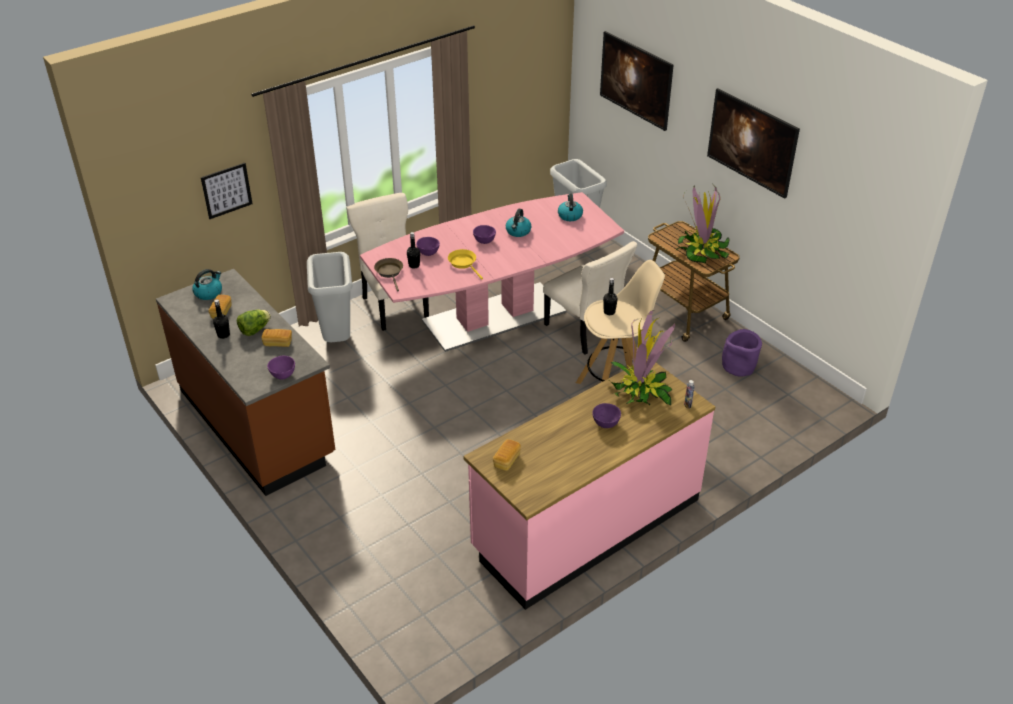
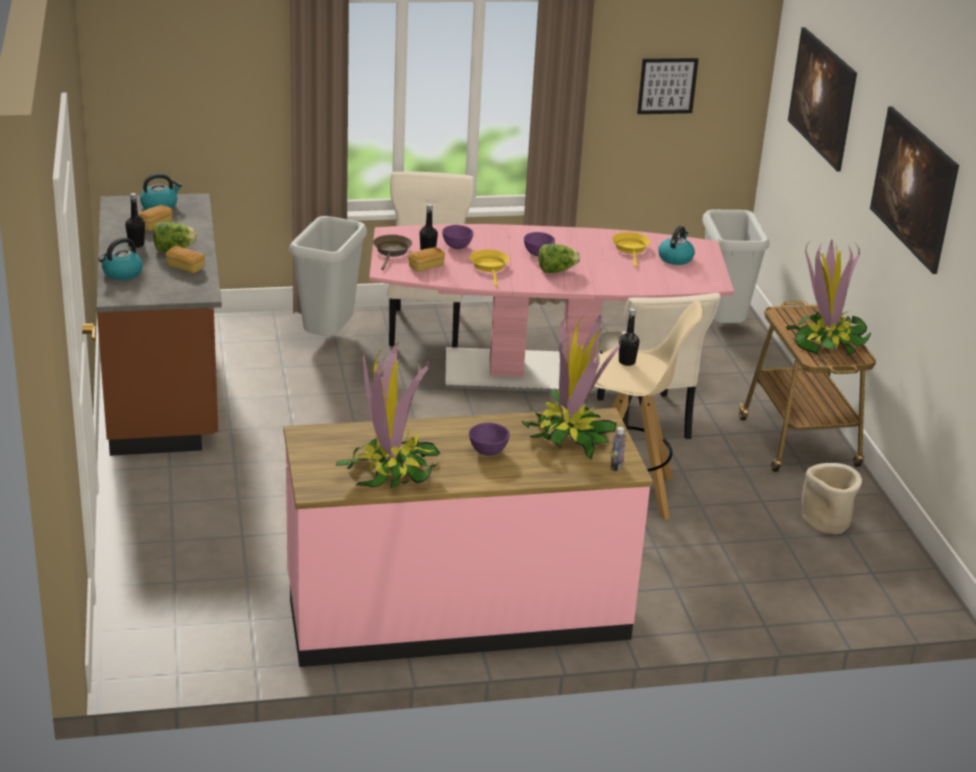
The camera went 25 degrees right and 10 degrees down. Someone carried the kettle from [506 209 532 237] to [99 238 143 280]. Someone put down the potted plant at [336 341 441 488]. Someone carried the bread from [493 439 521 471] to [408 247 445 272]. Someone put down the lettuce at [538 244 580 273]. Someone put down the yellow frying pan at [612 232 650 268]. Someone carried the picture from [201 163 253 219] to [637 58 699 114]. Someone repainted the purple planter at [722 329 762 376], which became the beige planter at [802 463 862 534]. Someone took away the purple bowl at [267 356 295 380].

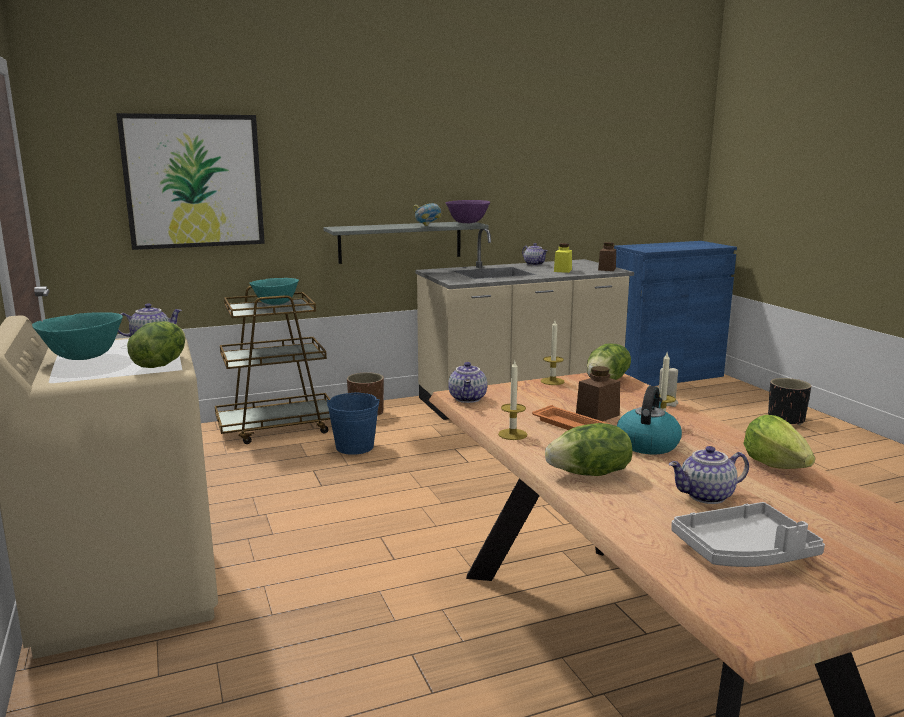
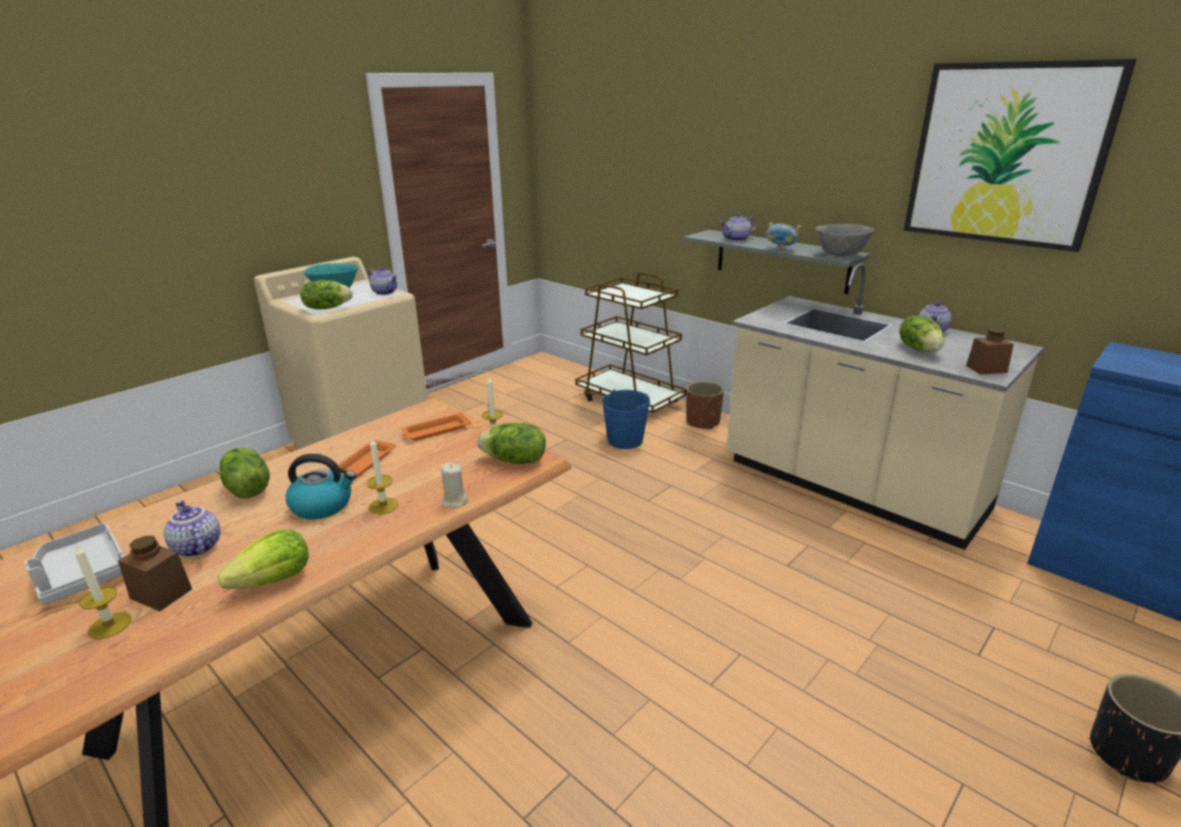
The camera went 65 degrees right and 10 degrees up. Someone carried the candle from [498 359 527 440] to [75 544 131 639]. Someone carried the brown jar from [576 366 620 421] to [118 536 192 611]. Someone put down the orange tray at [401 412 471 441]. Someone carried the teapot from [448 362 487 403] to [720 213 756 241]. Someone repainted the purple bowl at [446 200 490 223], which became the grey bowl at [815 224 874 256]. Someone swapped the yellow jar at [554 243 572 273] for the lettuce at [899 315 944 352]. Someone carried the picture from [116 113 265 250] to [903 59 1136 252]. Someone took away the turquoise bowl at [249 278 299 305].

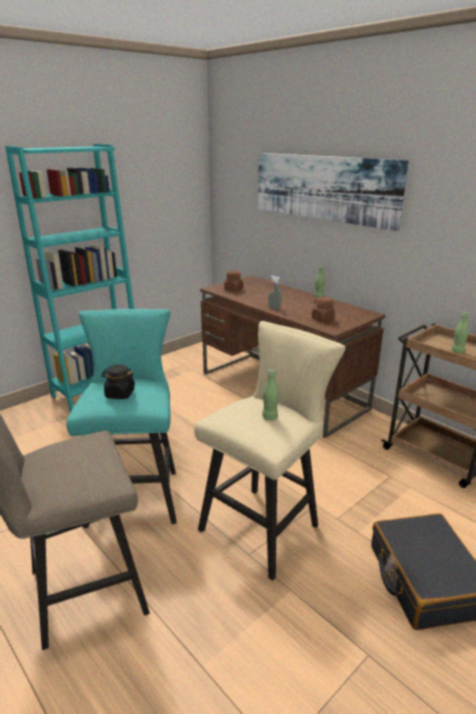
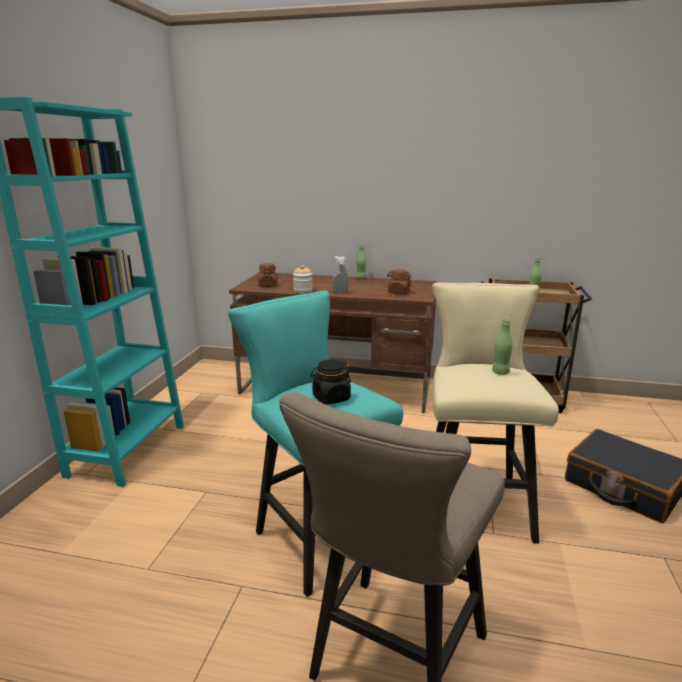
The camera went 35 degrees left and 5 degrees down. Someone put down the jar at [293 265 313 293]. Someone took away the picture at [258 153 409 231].

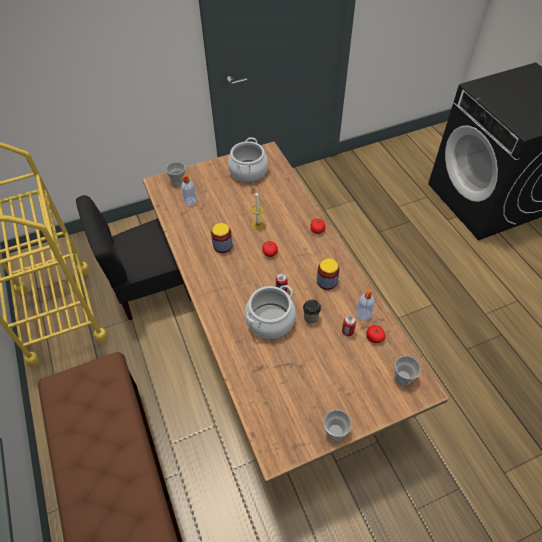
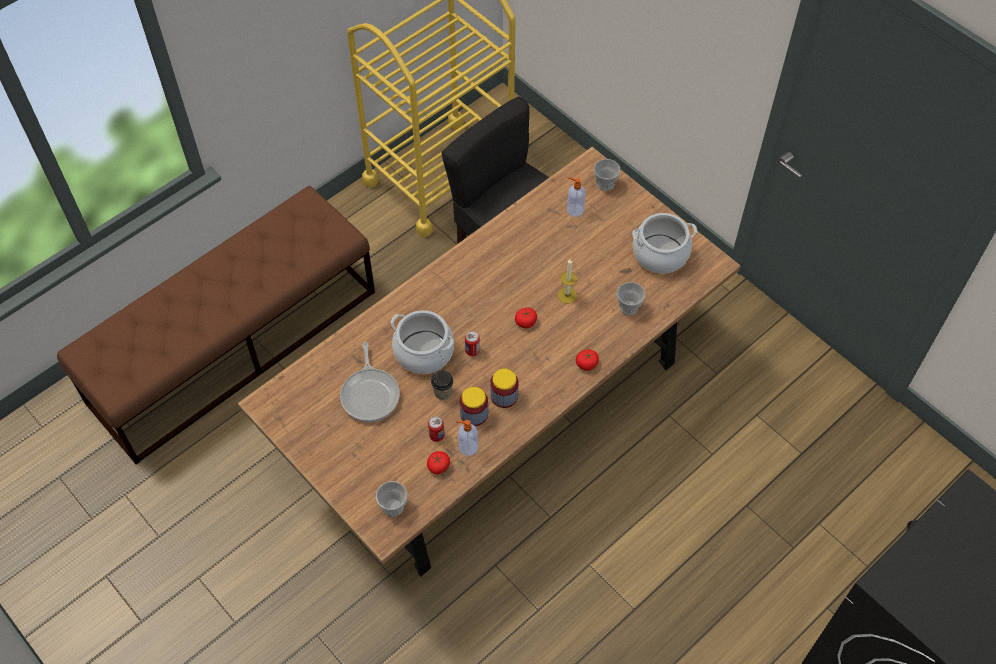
The camera went 70 degrees right and 5 degrees up. Someone put down the frying pan at [340 342 400 422]. Someone carried the jar from [211 223 233 253] to [460 387 488 426]. Someone carried the cup from [324 410 352 441] to [617 282 645 315].

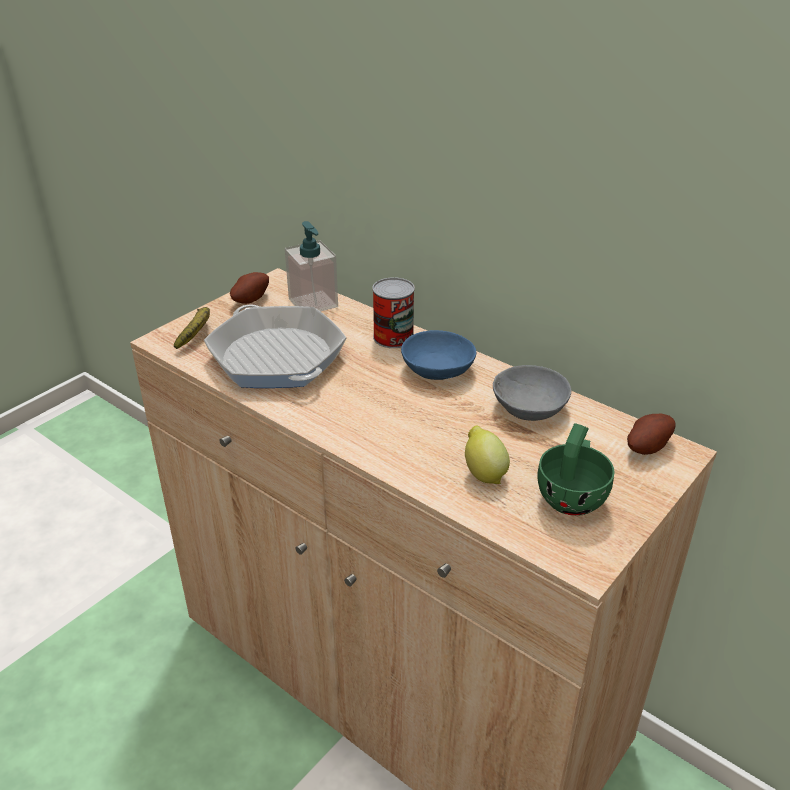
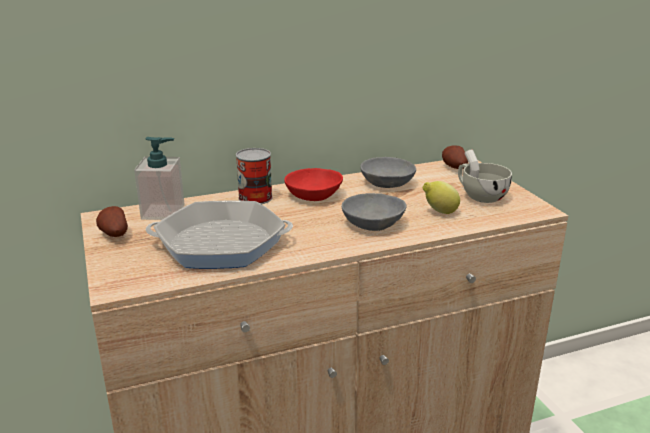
The camera went 60 degrees left and 10 degrees down. Someone repainted the blue bowl at [401 330 476 380], which became the red bowl at [284 168 343 201]. Someone put down the grey bowl at [342 193 407 231]. Someone repainted the green cup at [538 423 614 516], which became the white cup at [458 149 512 203]. Someone took away the banana at [174 307 210 349].

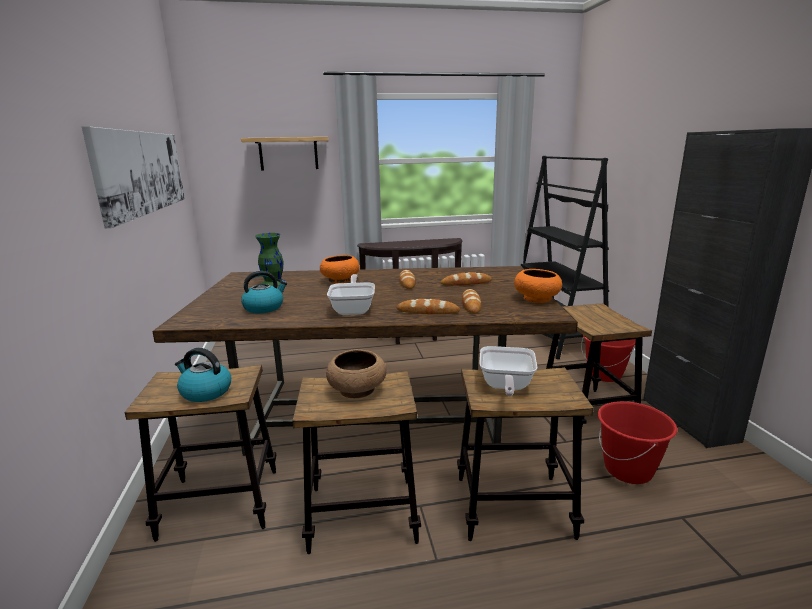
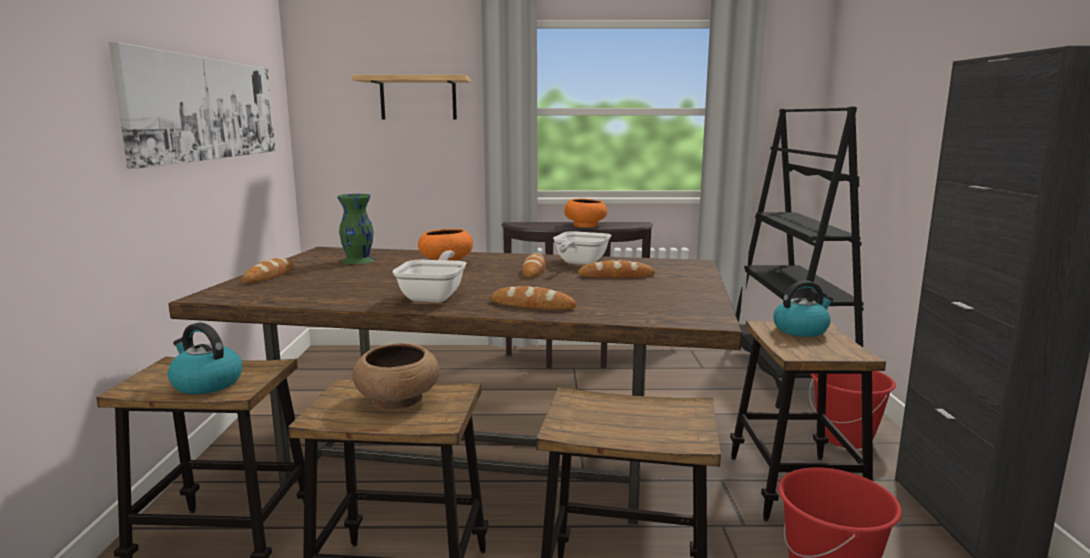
The camera went 10 degrees right and 5 degrees down. Someone carried the bread from [462 289 481 314] to [242 258 294 284]. Someone carried the frying pan from [479 346 537 396] to [553 231 611 265]. Someone carried the orange bowl from [514 269 562 303] to [564 198 607 228]. Someone carried the kettle from [241 271 287 313] to [773 280 834 337].

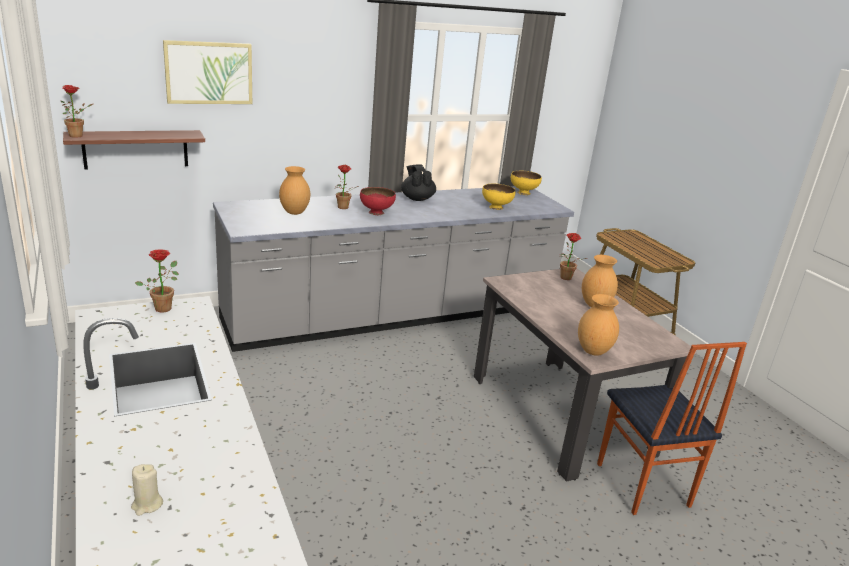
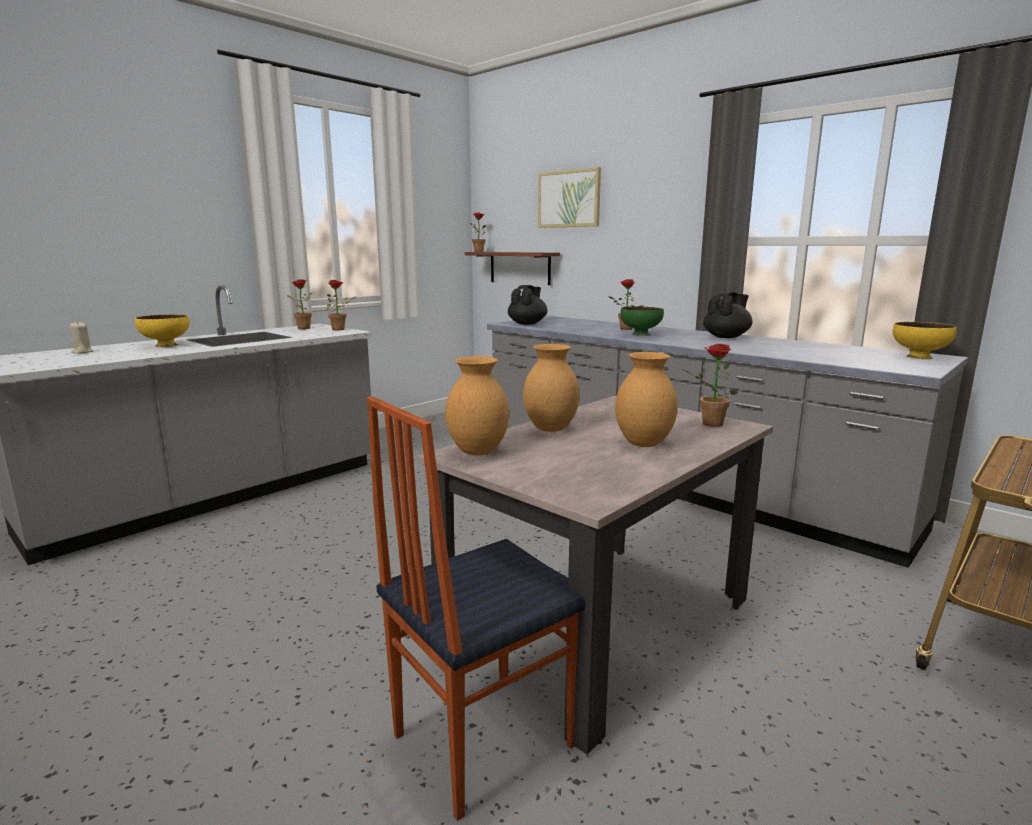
The camera went 70 degrees right and 10 degrees down. Someone carried the yellow bowl from [482 184 516 210] to [135 314 190 347]. Someone put down the potted plant at [286 279 313 329]. Someone put down the black teapot at [508 285 548 325]. Someone carried the brown vase from [279 166 310 215] to [523 344 580 432]. Someone repainted the red bowl at [360 187 396 215], which became the green bowl at [620 306 664 336].

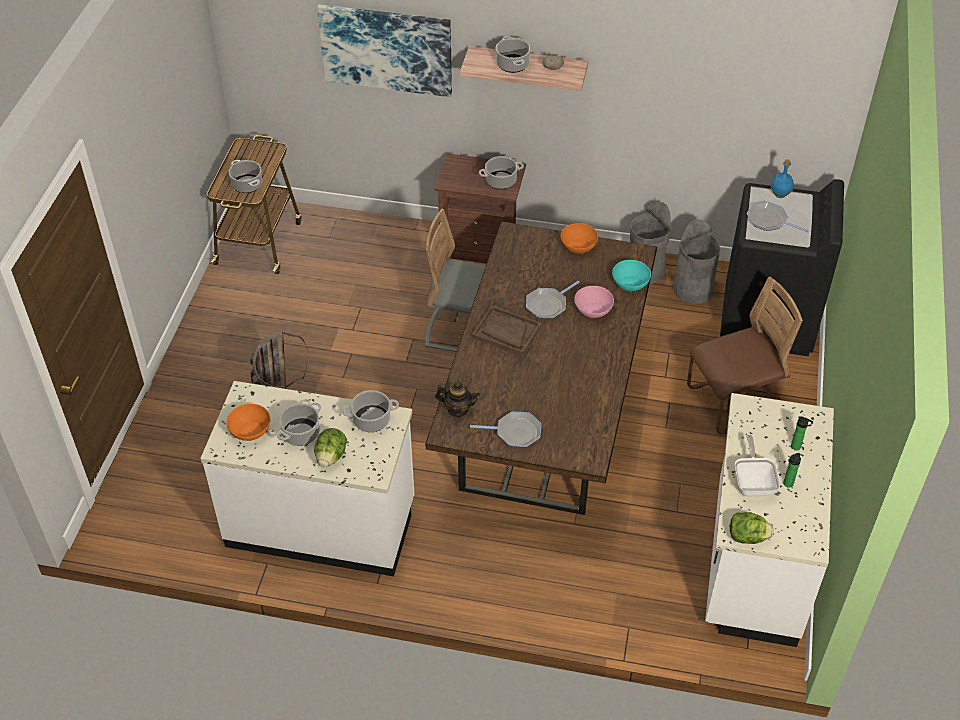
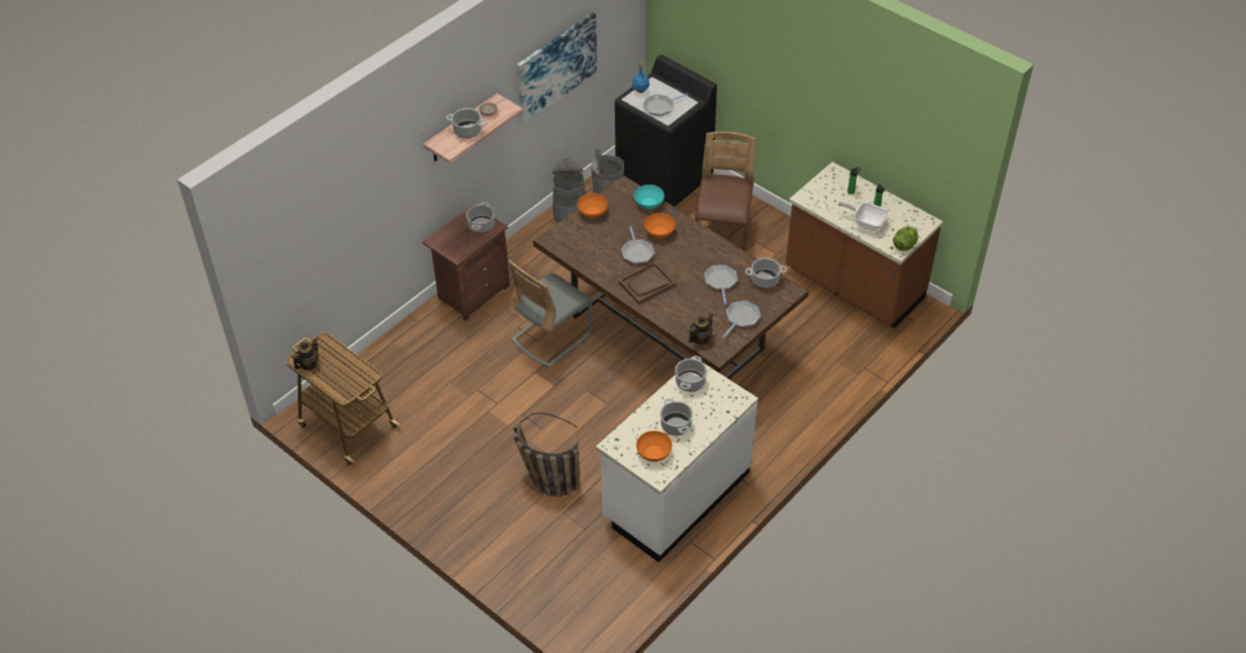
The camera went 60 degrees left and 0 degrees up. Someone put down the teapot at [293 338 319 370]. Someone carried the picture from [317 4 452 97] to [517 12 597 124]. Someone repainted the pink bowl at [574 286 614 318], which became the orange bowl at [644 213 675 239]. Someone put down the frying pan at [704 265 737 305]. Someone carried the cooking pot from [228 160 262 193] to [745 258 787 288]. Someone repainted the white counter at [705 393 834 647], which became the brown counter at [786 162 943 328]. Someone took away the lettuce at [314 428 347 467].

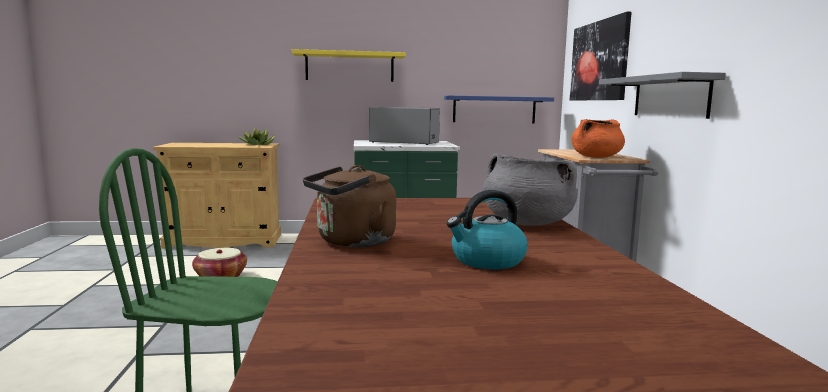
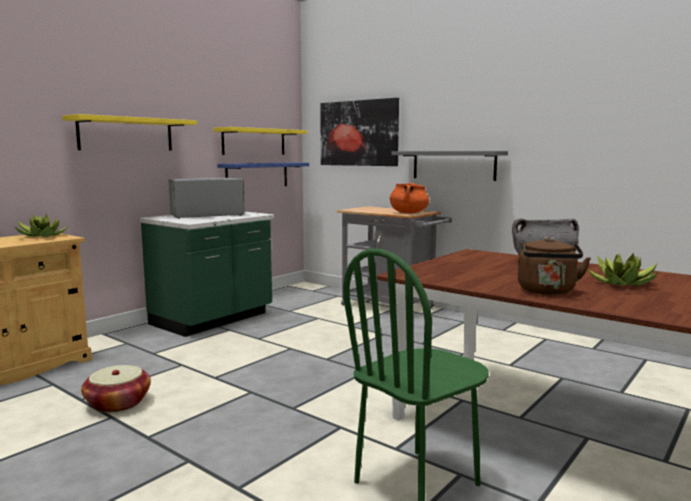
The camera went 45 degrees left and 0 degrees up. Someone put up the yellow shelf at [213 127 307 155]. Someone swapped the kettle at [447 190 528 269] for the potted plant at [588 253 659 286].

